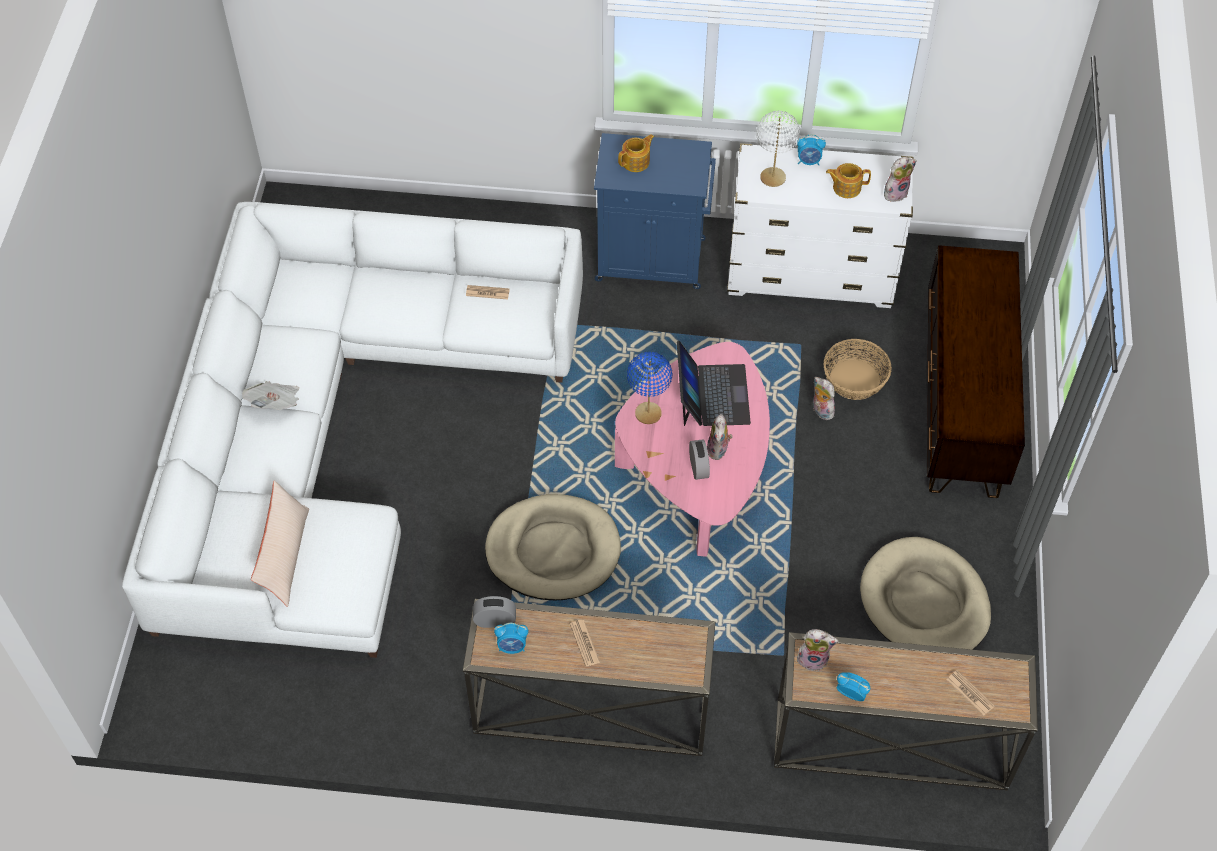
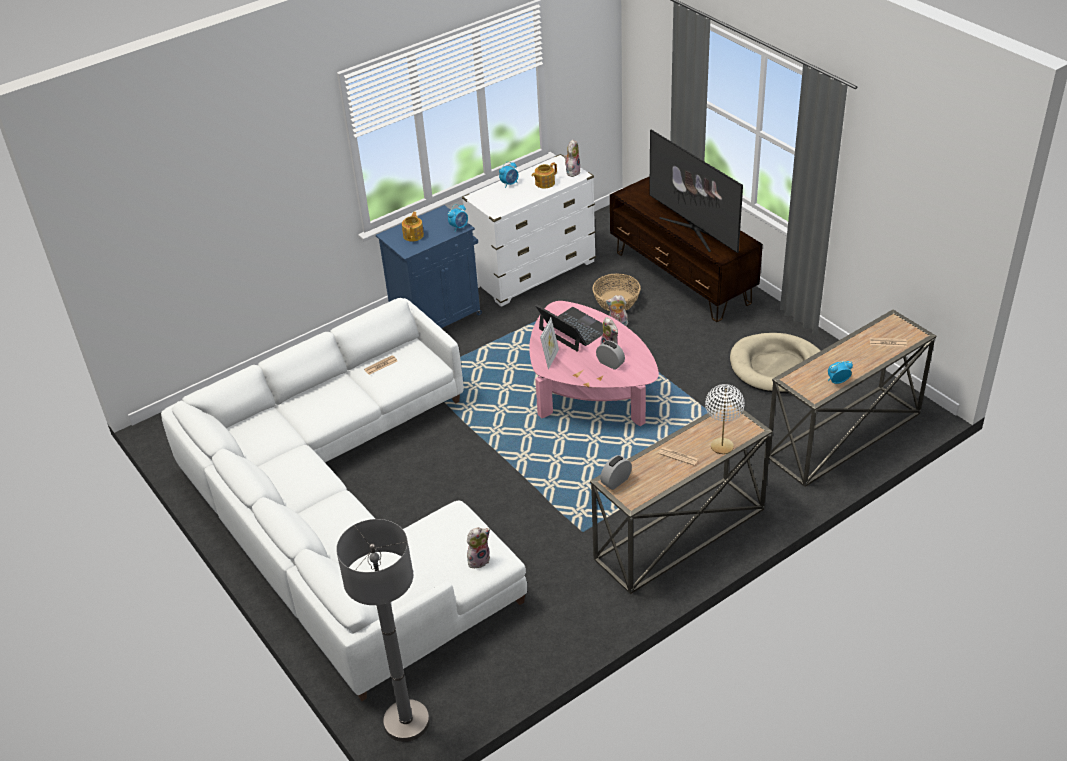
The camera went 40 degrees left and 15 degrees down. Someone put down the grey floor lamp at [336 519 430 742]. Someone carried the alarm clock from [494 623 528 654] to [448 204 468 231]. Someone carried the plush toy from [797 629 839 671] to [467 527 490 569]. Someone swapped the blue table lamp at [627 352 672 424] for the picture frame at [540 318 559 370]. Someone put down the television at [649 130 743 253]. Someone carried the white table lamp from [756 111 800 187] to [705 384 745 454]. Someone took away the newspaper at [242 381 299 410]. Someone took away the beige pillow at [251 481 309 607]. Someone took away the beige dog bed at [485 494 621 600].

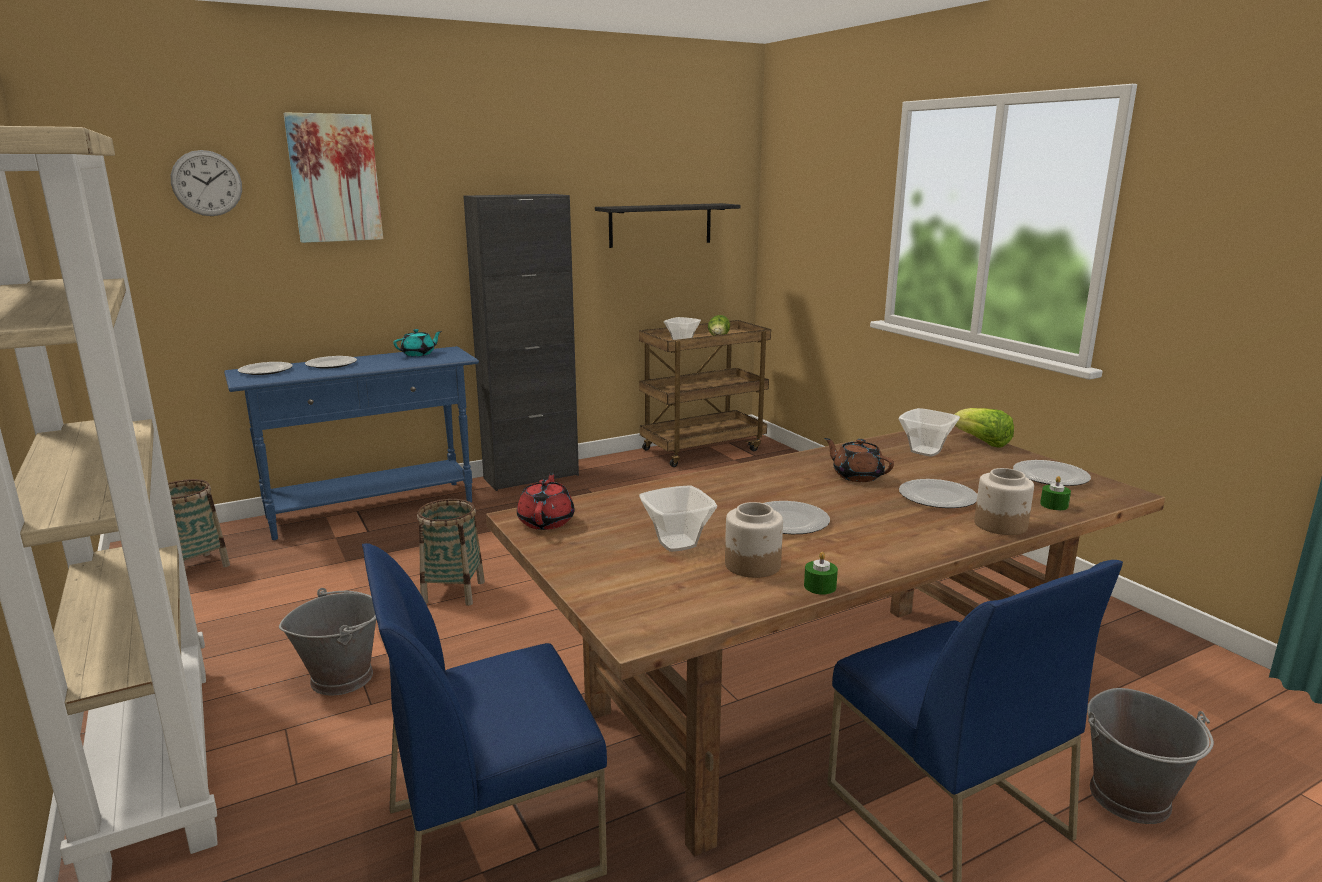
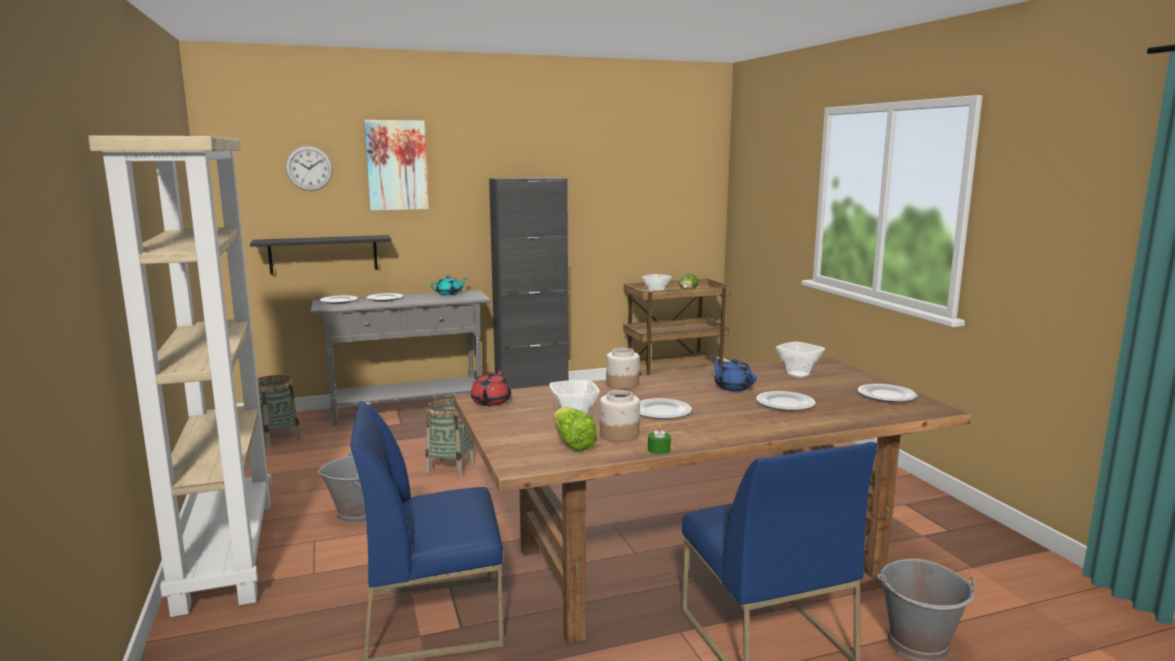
The camera went 10 degrees right and 5 degrees down. Someone carried the black shelf from [595 203 741 248] to [250 235 391 275]. Someone repainted the blue console table at [224 346 479 540], which became the grey console table at [311 290 491 425]. Someone carried the lettuce from [954 408 1014 448] to [553 407 597 451]. Someone carried the jar from [974 468 1034 535] to [606 348 639 390]. Someone repainted the brown teapot at [824 438 894 482], which became the blue teapot at [711 358 756 391]. Someone took away the green candle at [1040 476 1071 510].

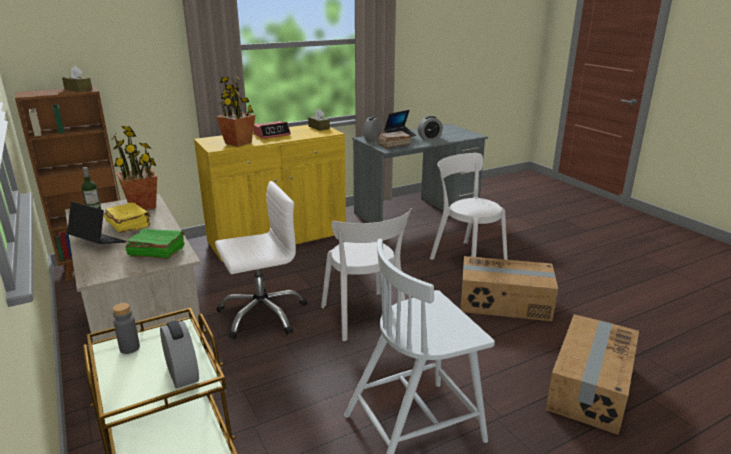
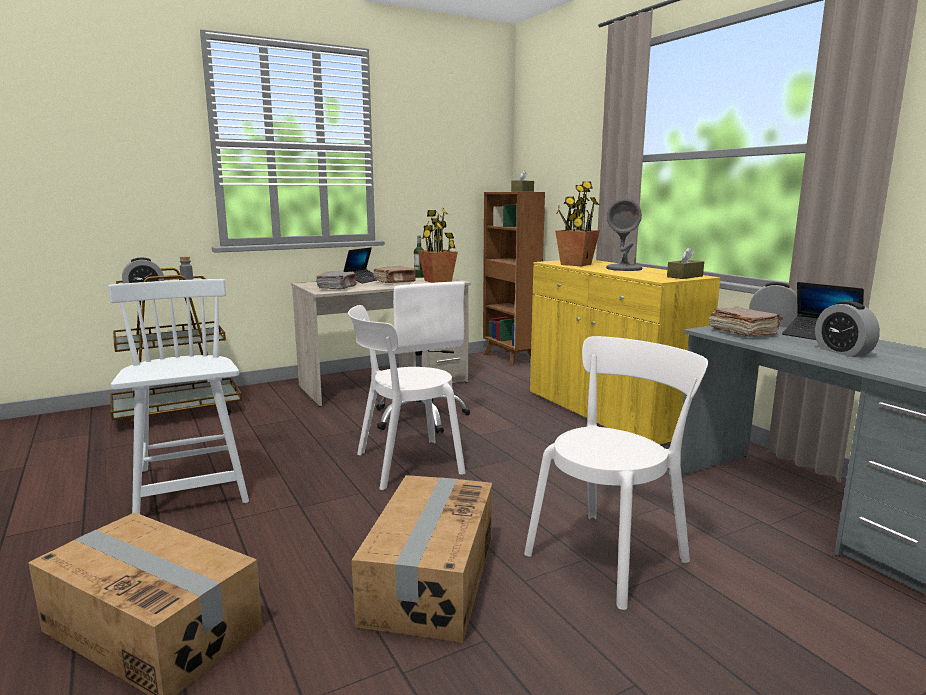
The camera went 90 degrees right and 10 degrees down. Someone repainted the green book at [125 229 185 259], which became the grey book at [316 271 357 290]. Someone repainted the yellow book at [104 202 151 233], which became the brown book at [373 266 416 283]. Someone swapped the alarm clock at [254 121 291 139] for the grey table lamp at [606 199 642 271].

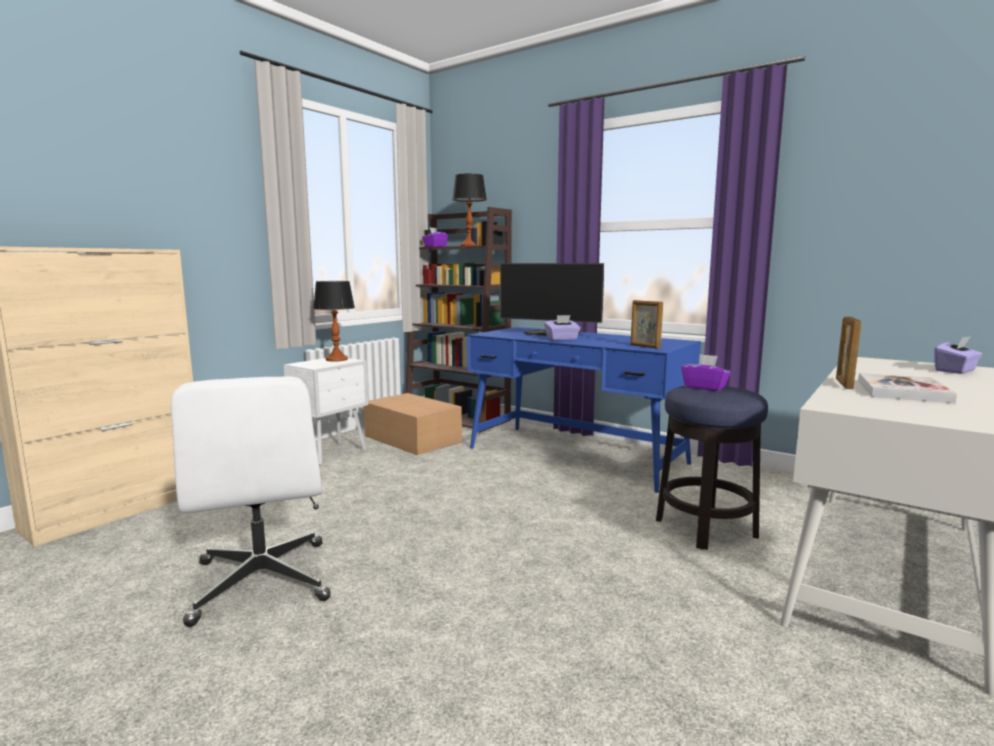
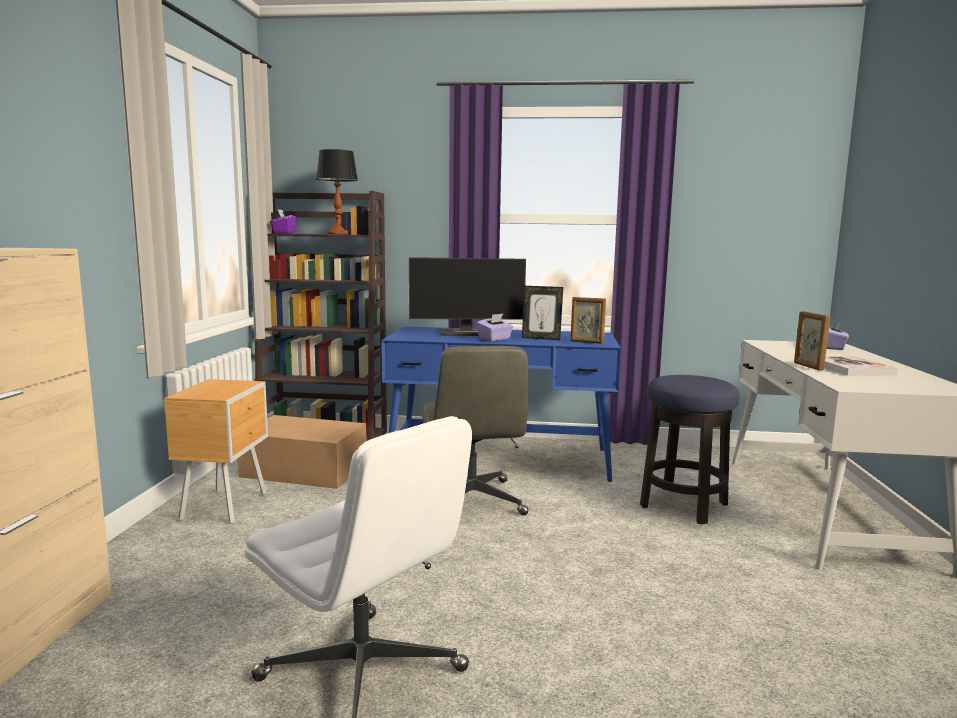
The camera went 30 degrees left and 0 degrees up. Someone repainted the white nightstand at [284 358 368 465], which became the brown nightstand at [164 379 268 524]. Someone put down the grey office chair at [422 346 529 515]. Someone put down the picture frame at [522 286 563 340]. Someone took away the table lamp at [313 281 355 361]. Someone took away the purple tissue box at [681 354 731 391].

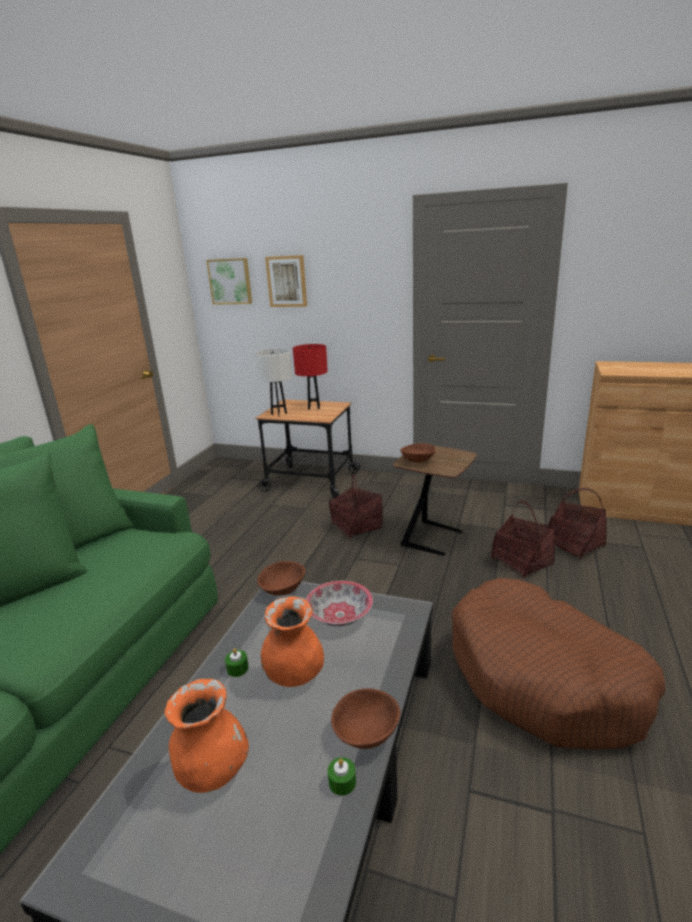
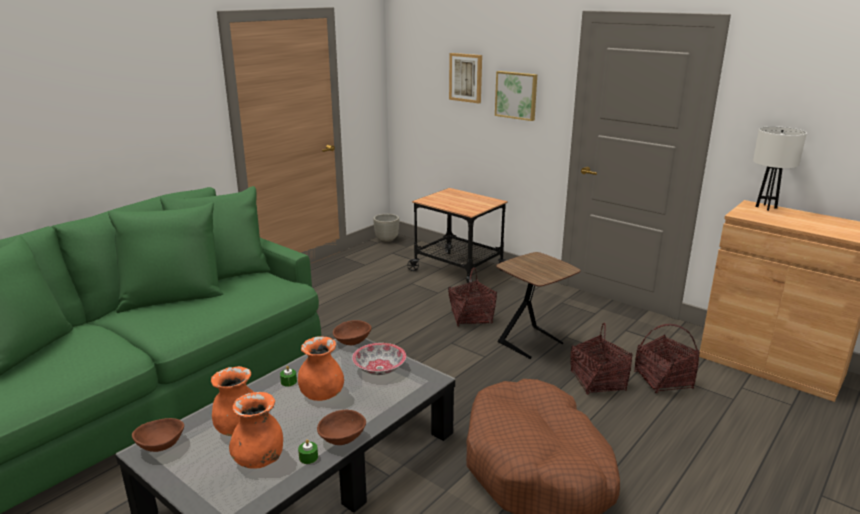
The camera went 20 degrees right and 0 degrees up. Someone carried the brown bowl from [400 443 436 463] to [132 418 184 452]. Someone put down the orange vase at [229 392 283 469]. Someone put down the grey planter at [373 214 399 242]. Someone carried the picture from [206 258 252 305] to [495 71 537 121]. Someone carried the white table lamp from [255 349 292 417] to [753 126 807 211]. Someone took away the red table lamp at [293 344 328 410].

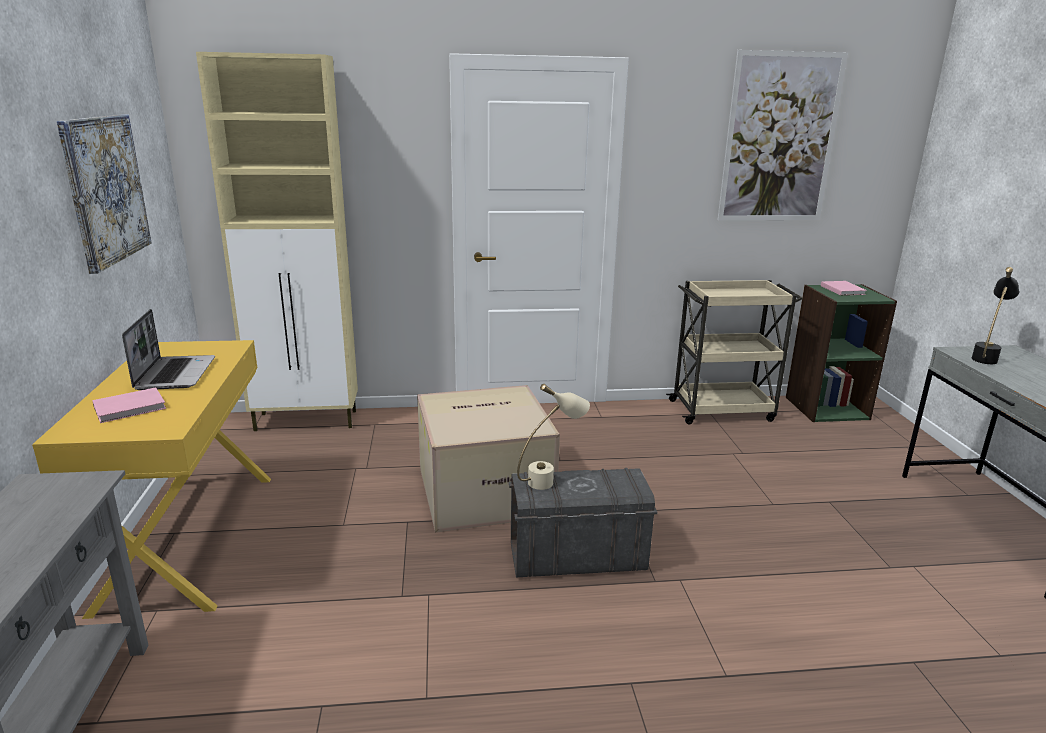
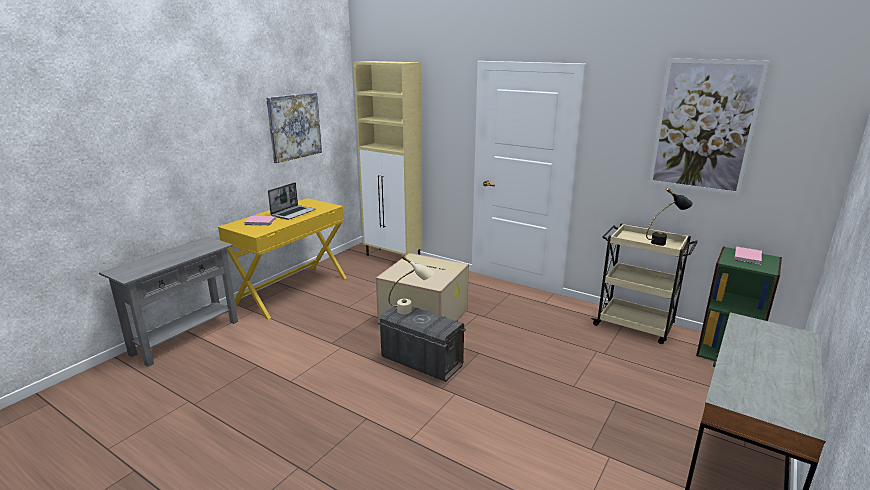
The camera went 40 degrees right and 0 degrees up. Someone carried the black table lamp from [972 267 1019 364] to [646 187 693 246].

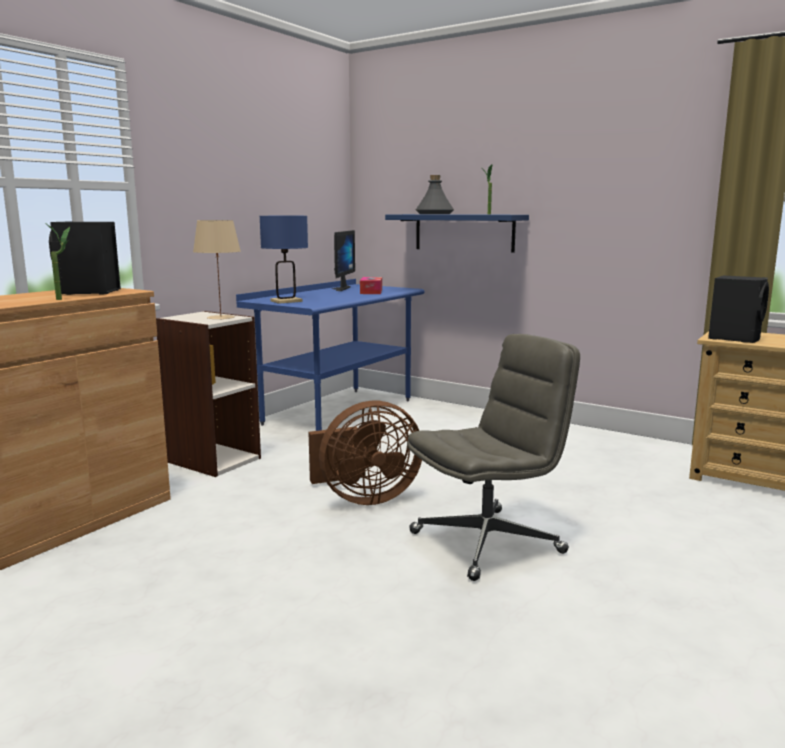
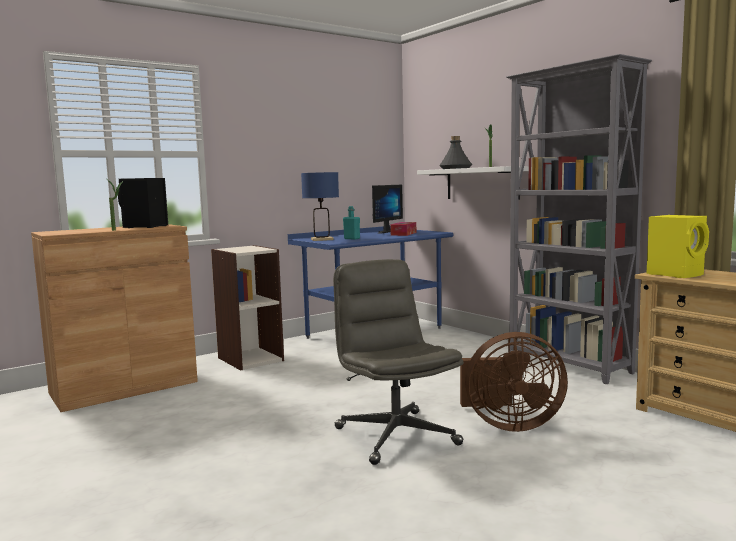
The camera went 20 degrees right and 5 degrees down. Someone rotated the grey office chair at [407 334 580 581] by 105 degrees counterclockwise. Someone put down the turquoise bottle at [343 206 360 239]. Someone repainted the blue shelf at [385 214 529 253], which became the white shelf at [417 166 529 200]. Someone carried the brown fan from [308 401 422 505] to [460 332 568 432]. Someone put down the grey bookcase at [506 54 652 384]. Someone repainted the black speaker at [708 276 769 343], which became the yellow speaker at [646 215 709 278]. Someone took away the beige table lamp at [193 220 241 320].

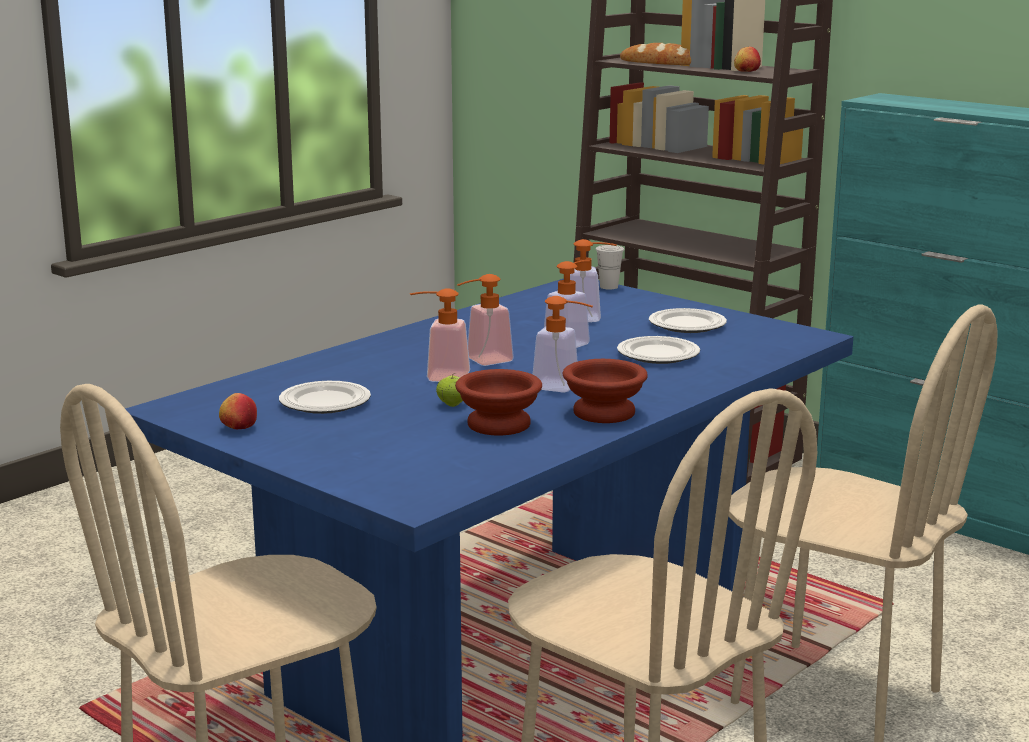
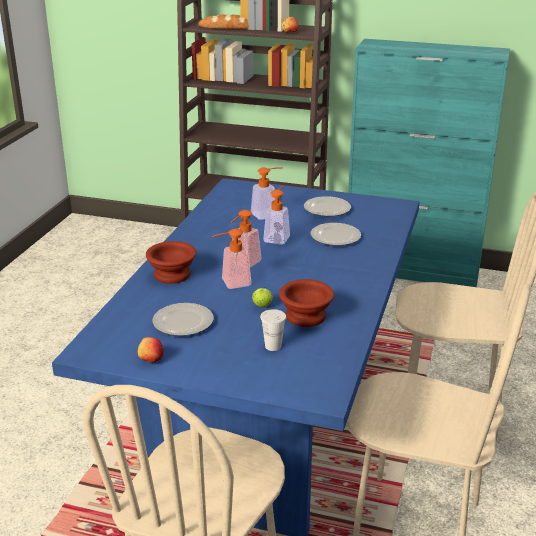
The camera went 25 degrees left and 10 degrees up. Someone carried the brown bowl from [563 359 648 423] to [146 241 196 284]. Someone carried the white cup from [595 245 624 290] to [260 309 286 351]. Someone took away the soap dispenser at [533 296 593 393].

